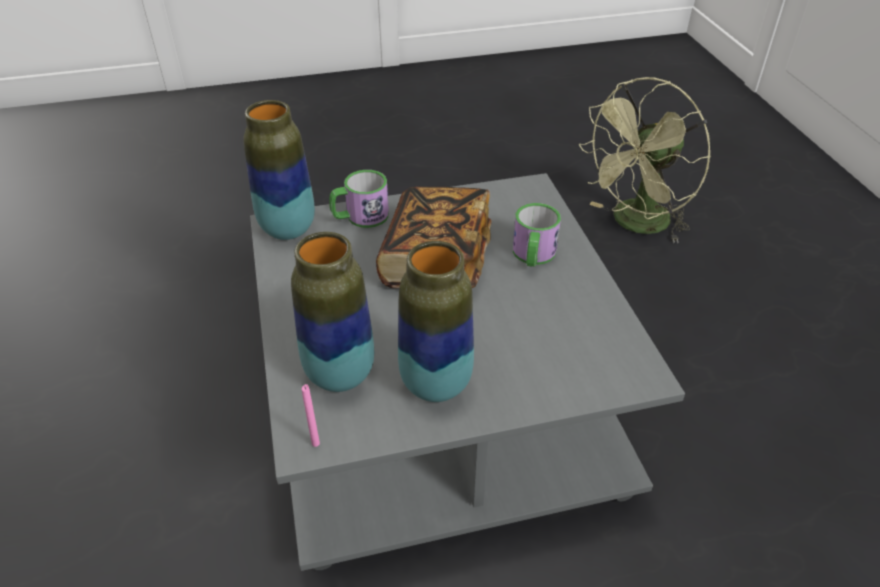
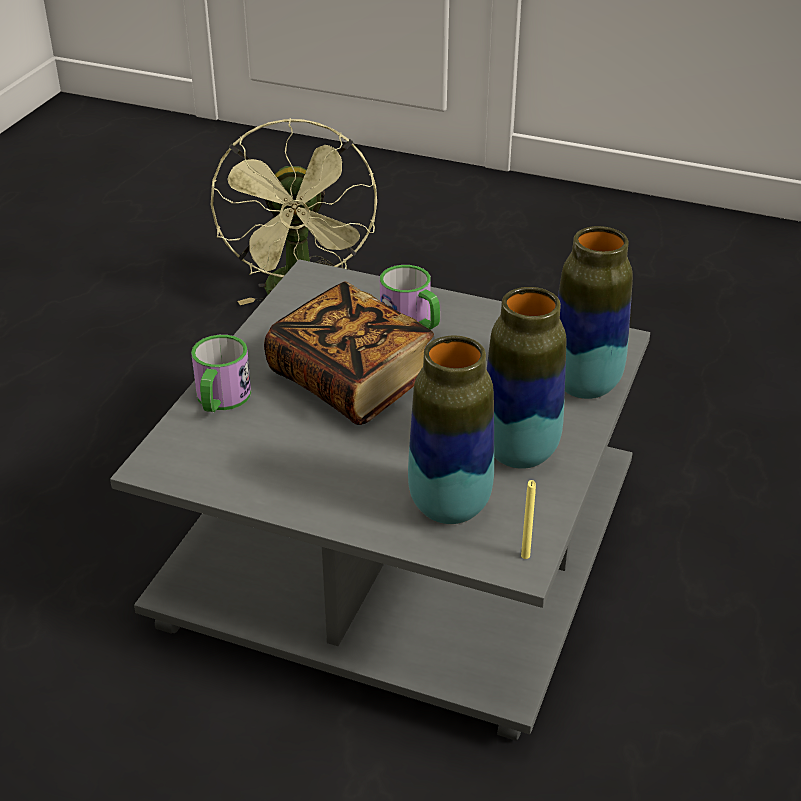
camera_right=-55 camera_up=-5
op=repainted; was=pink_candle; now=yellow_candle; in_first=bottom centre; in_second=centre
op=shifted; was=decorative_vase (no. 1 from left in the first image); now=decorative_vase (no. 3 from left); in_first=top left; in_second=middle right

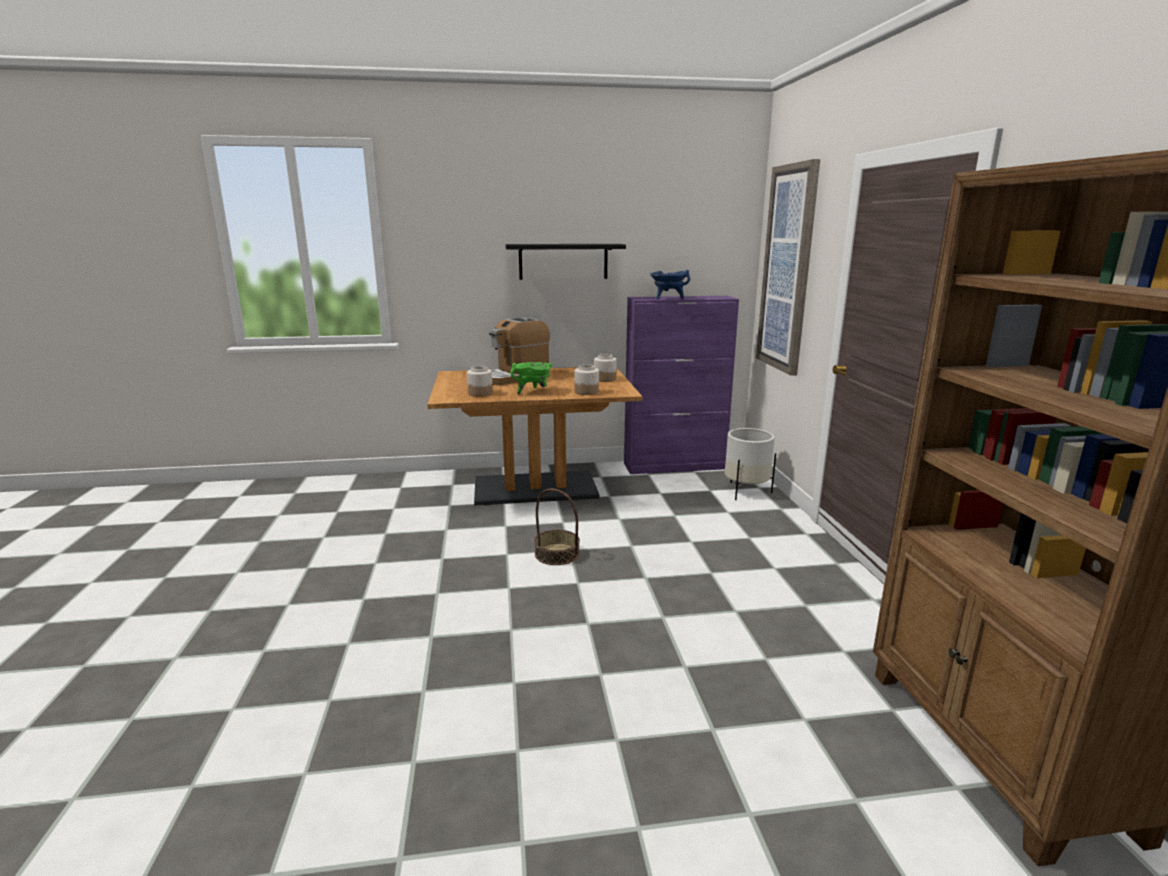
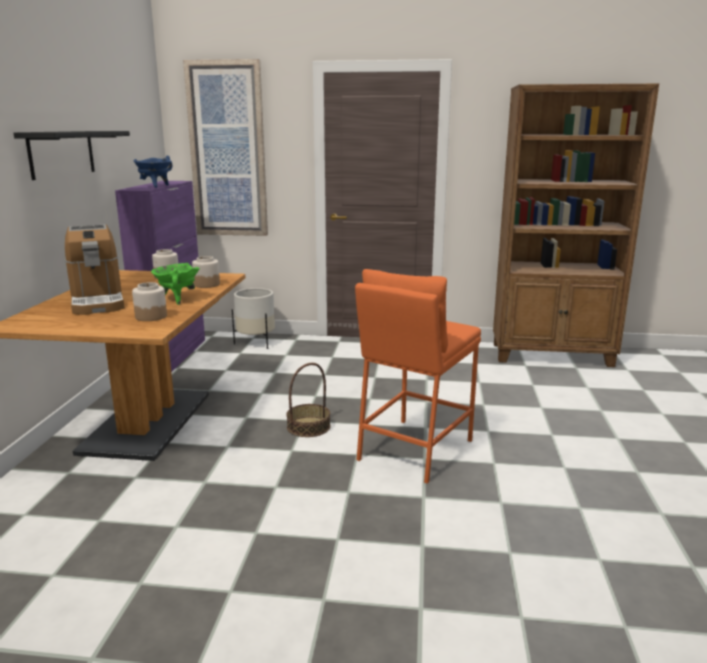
camera_right=-75 camera_up=0
op=new; now=orangey_sitting_stool; in_second=centre

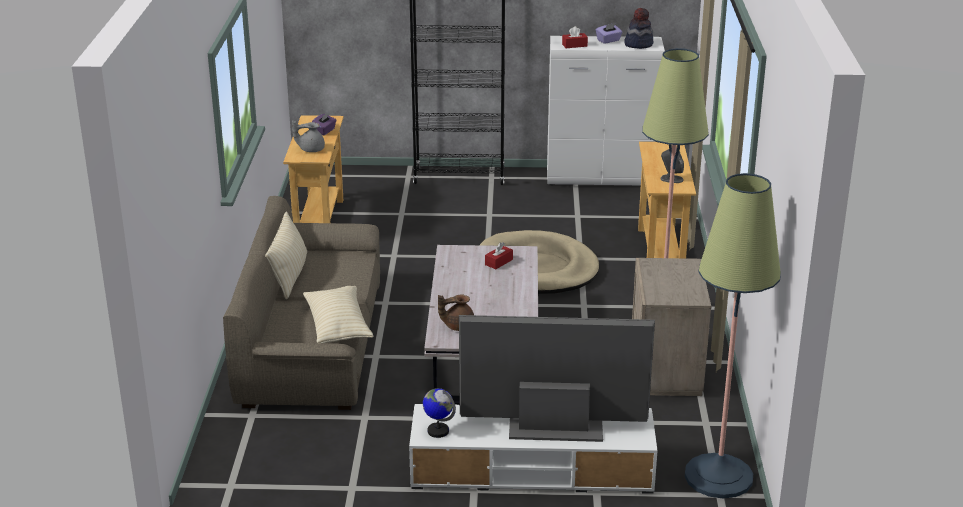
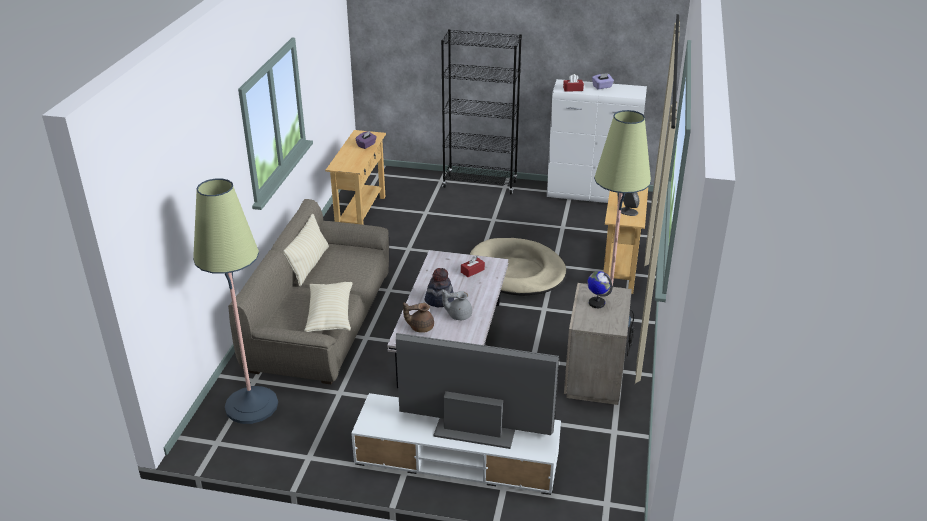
camera_right=10 camera_up=5
op=shifted; was=floor_lamp (no. 2 from left in the first image); now=floor_lamp (no. 1 from left); in_first=middle right; in_second=middle left
op=shifted; was=wearable_hat; in_first=top centre; in_second=centre
op=shifted; was=grey_tea_pot; in_first=top left; in_second=centre
op=shifted; was=globe; in_first=bottom centre; in_second=centre

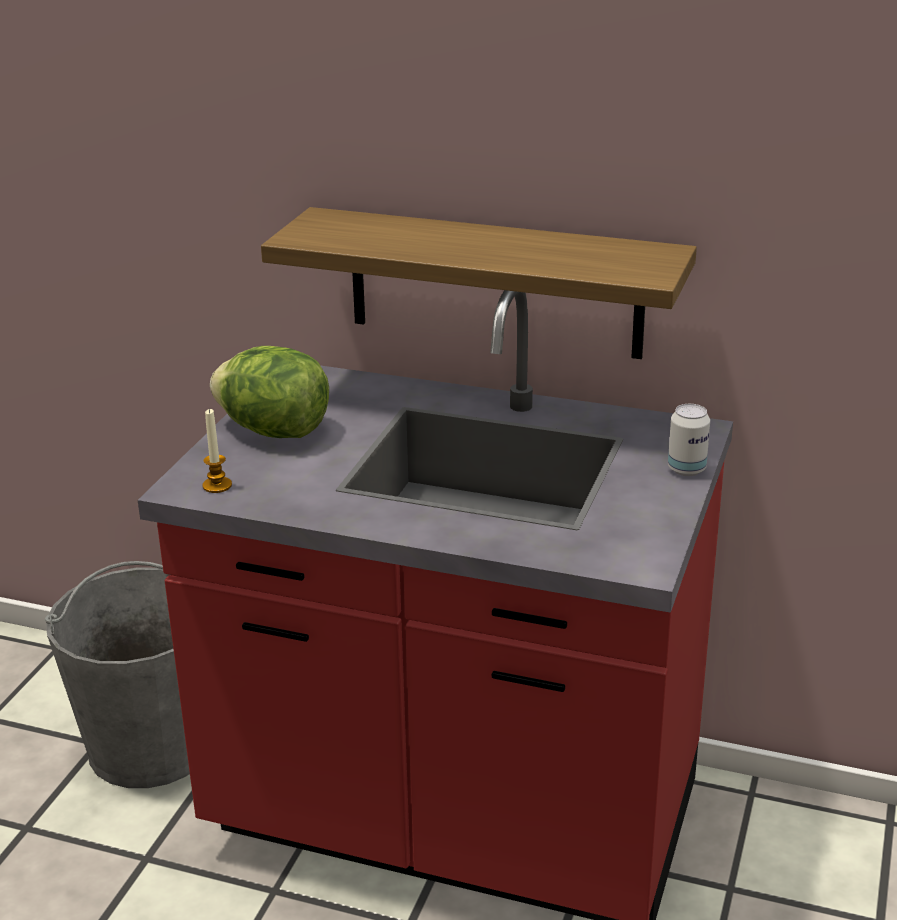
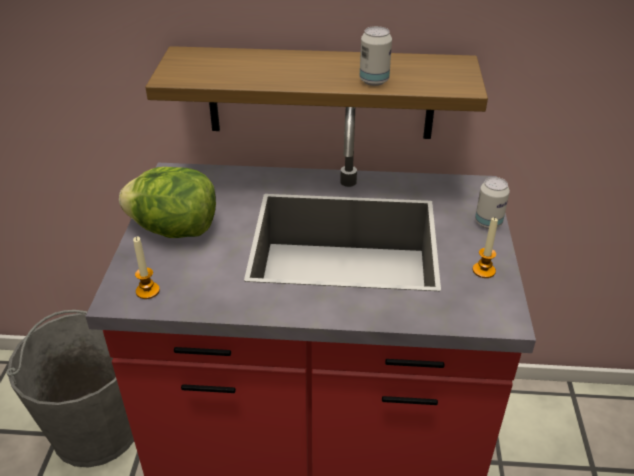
camera_right=-15 camera_up=10
op=new; now=can (no. 1 from left); in_second=top centre
op=new; now=candle (no. 2 from left); in_second=middle right

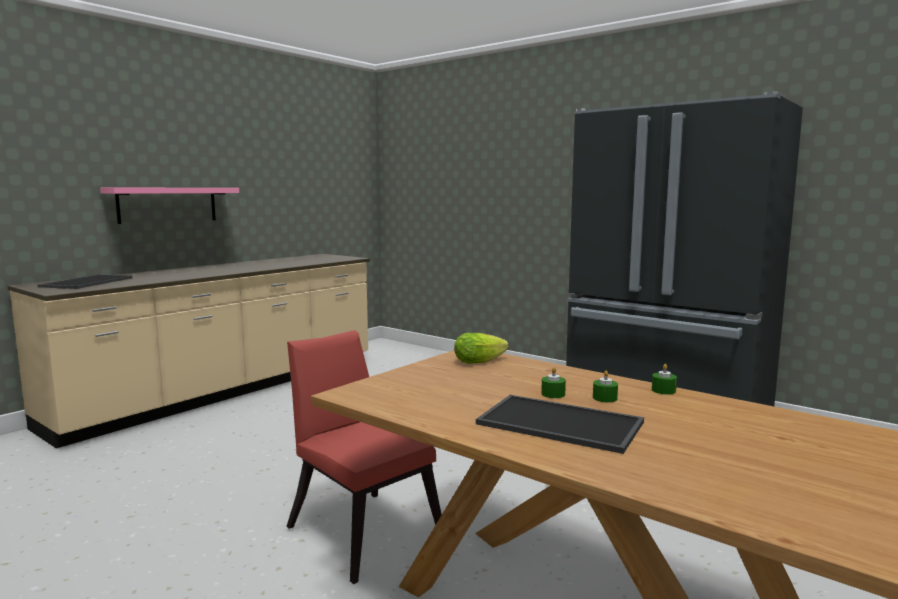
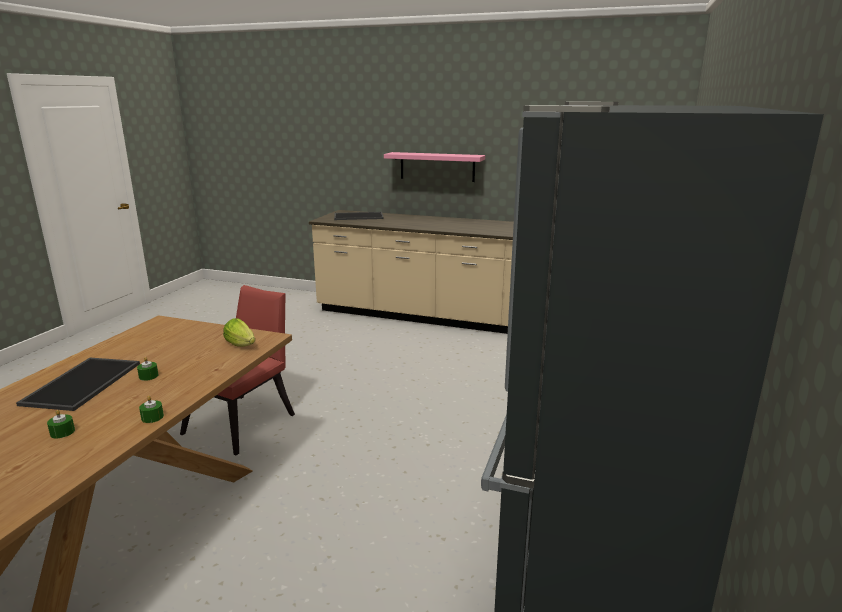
camera_right=70 camera_up=10
op=shifted; was=greenish_candle (no. 2 from left in the first image); now=greenish_candle (no. 1 from left); in_first=middle right; in_second=bottom left

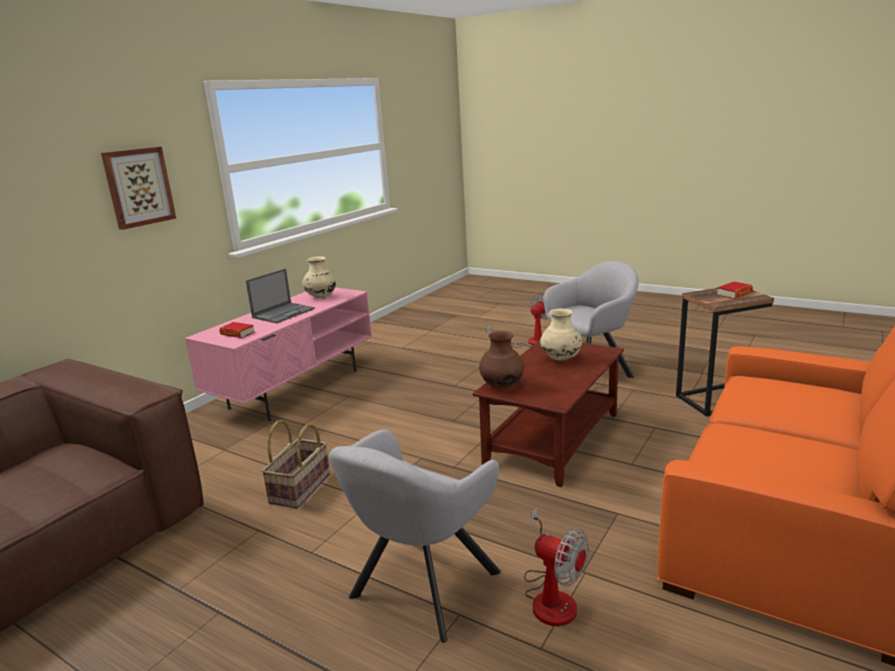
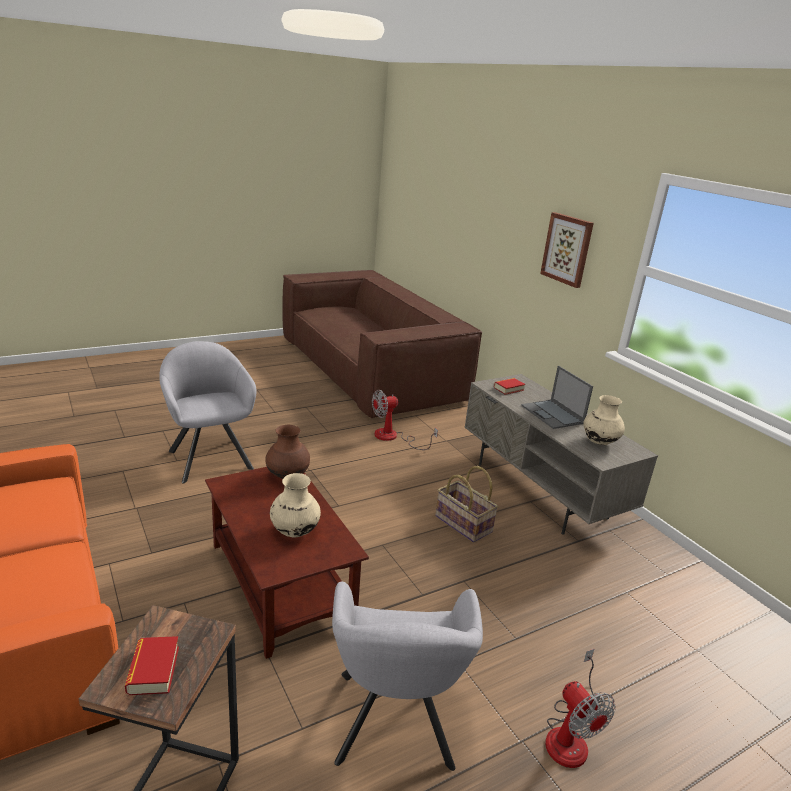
camera_right=115 camera_up=5
op=shifted; was=electric_fan (no. 2 from left in the first image); now=electric_fan (no. 1 from left); in_first=bottom centre; in_second=centre
op=shifted; was=household_basket; in_first=bottom left; in_second=centre
op=repainted; was=pink_tv_stand; now=grey_tv_stand; in_first=middle left; in_second=middle right

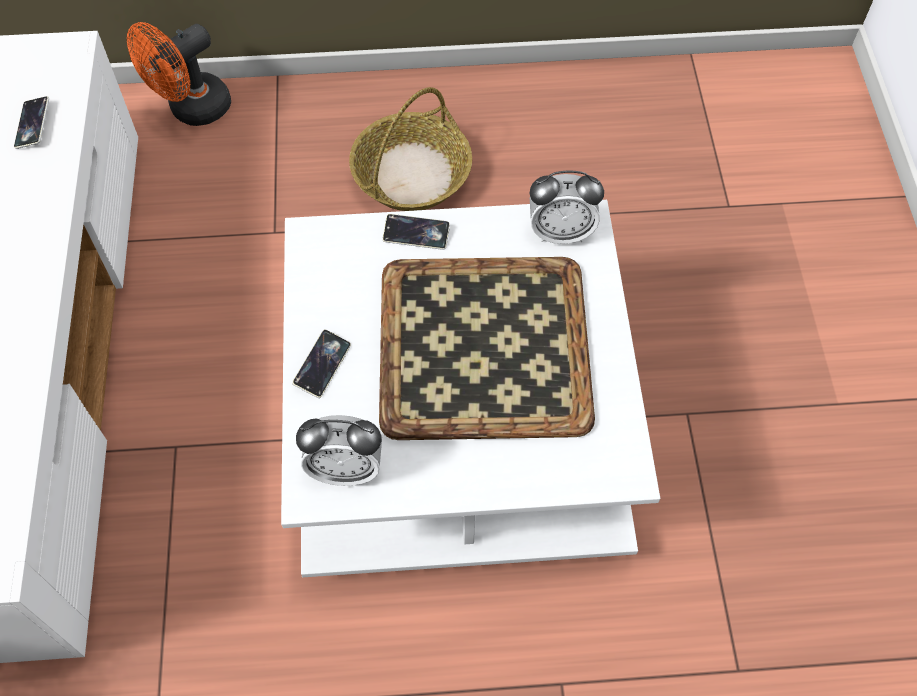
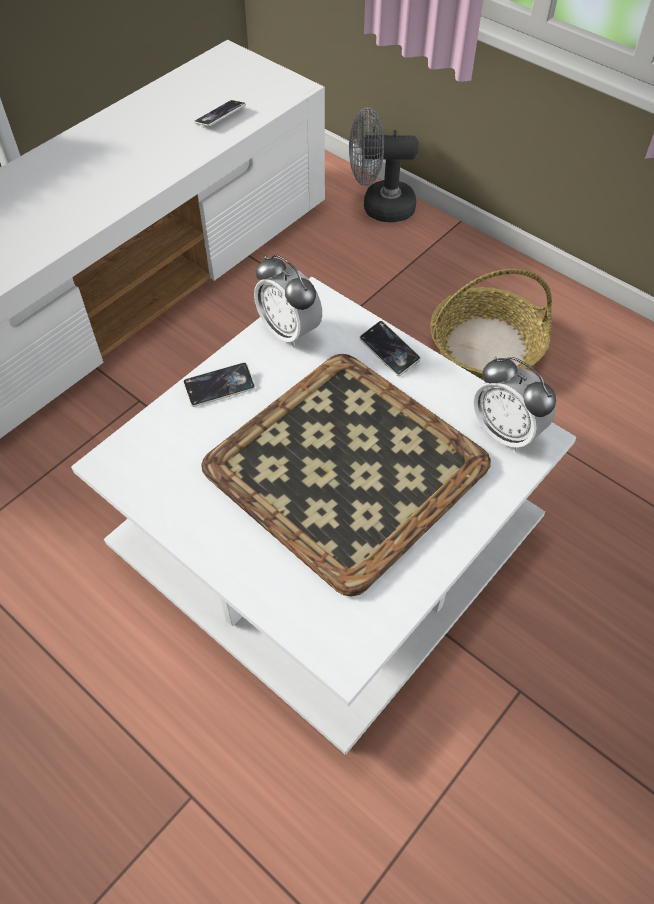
camera_right=45 camera_up=-5
op=shifted; was=alarm_clock (no. 1 from left); in_first=centre; in_second=top centre
op=repainted; was=orangey_electric_fan; now=grey_electric_fan; in_first=top left; in_second=top centre

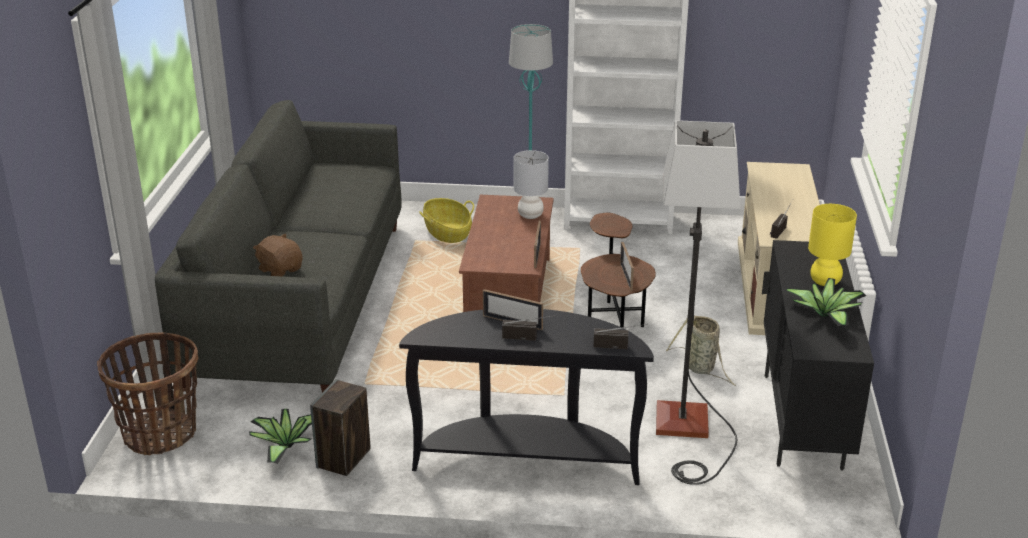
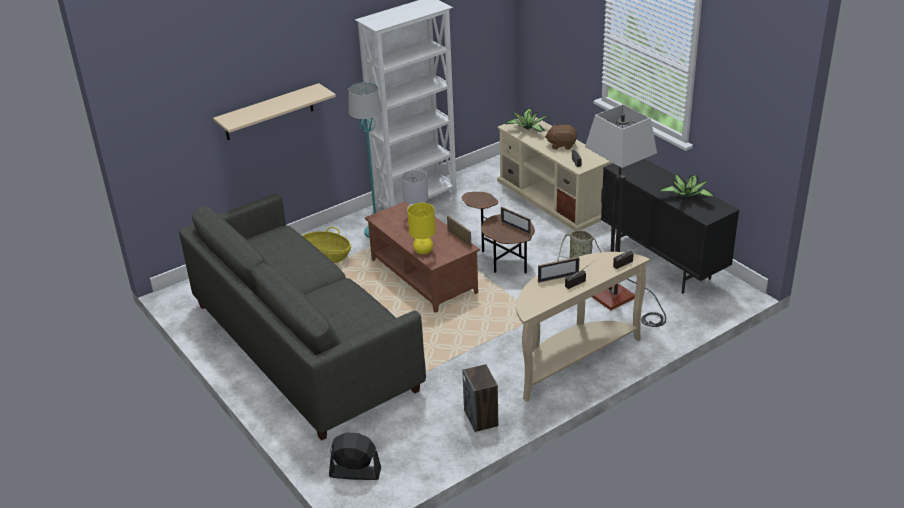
camera_right=-40 camera_up=5
op=new; now=beige_shelf; in_second=top left
op=swapped; was=household_basket (no. 1 from left); now=black-coloured_electric_fan; in_first=bottom left; in_second=bottom centre
op=shifted; was=yellow_tabletop_lamp; in_first=middle right; in_second=centre
op=shifted; was=potted_plant (no. 1 from left); in_first=bottom left; in_second=top centre
op=repainted; was=black-coloured_narrow_table; now=beige_narrow_table; in_first=bottom centre; in_second=centre
op=shifted; was=brown_plush_toy; in_first=middle left; in_second=top centre

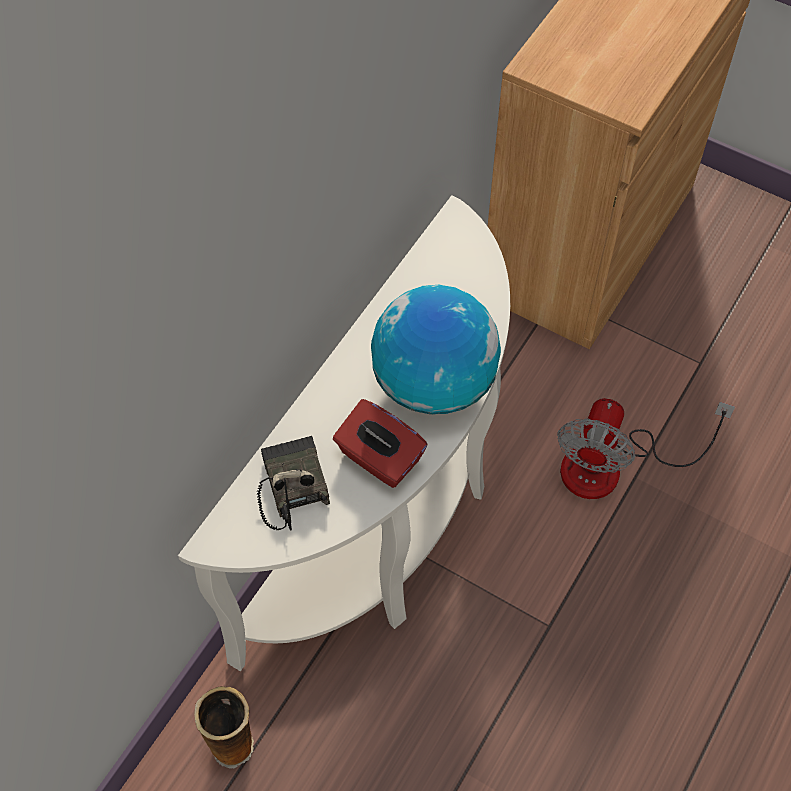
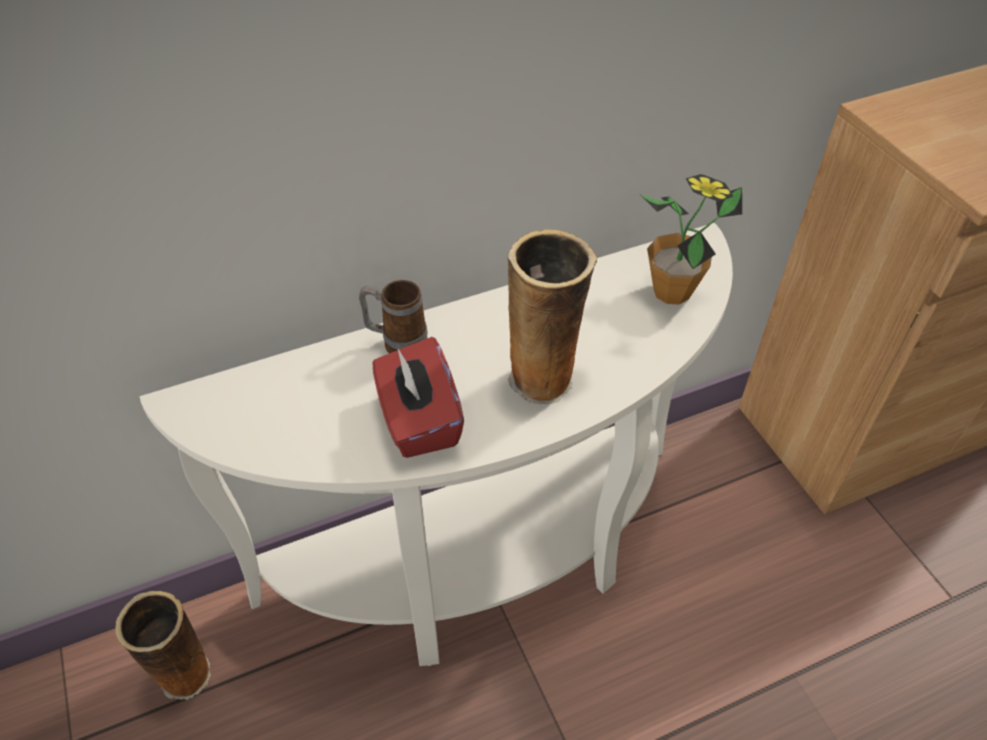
camera_right=35 camera_up=-10
op=new; now=mug; in_second=centre
op=swapped; was=globe; now=decorative_vase (no. 2 from left); in_first=centre; in_second=centre
op=new; now=potted_plant; in_second=top right
op=gone; was=radio_receiver; in_first=centre
op=gone; was=electric_fan; in_first=middle right

